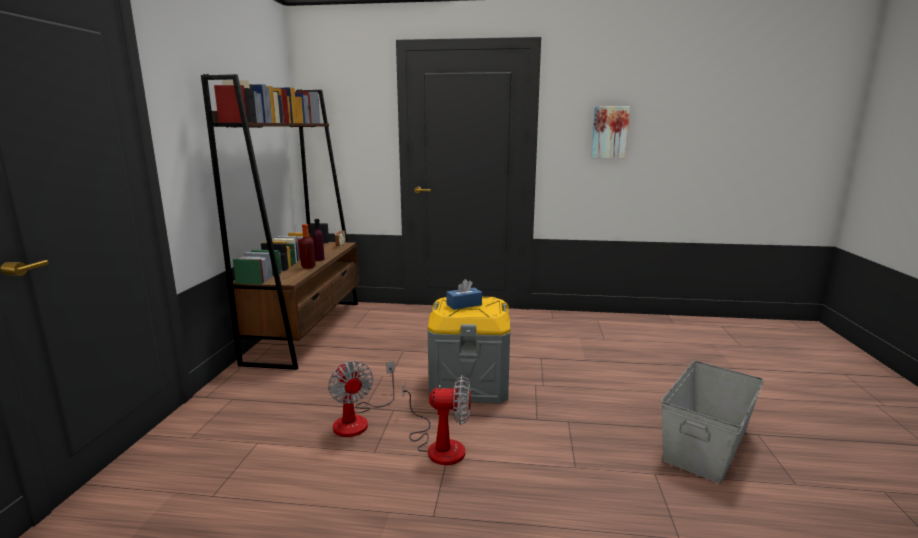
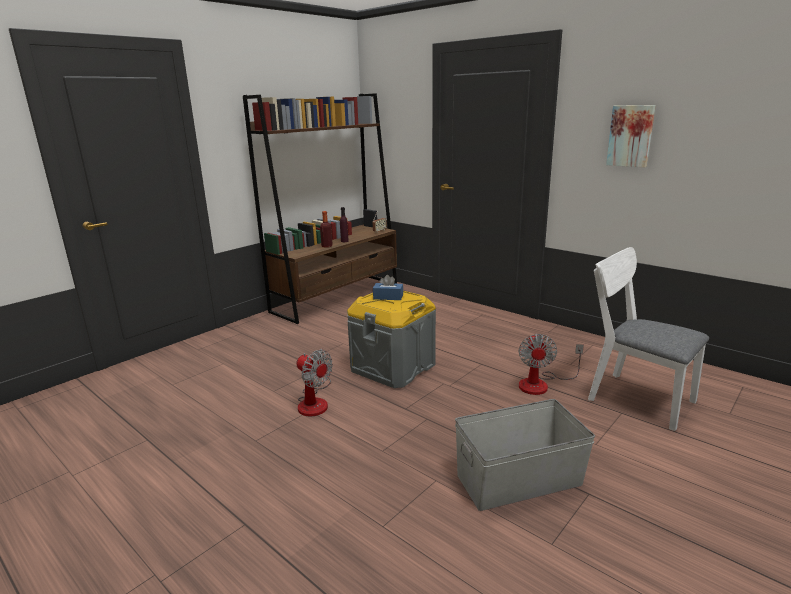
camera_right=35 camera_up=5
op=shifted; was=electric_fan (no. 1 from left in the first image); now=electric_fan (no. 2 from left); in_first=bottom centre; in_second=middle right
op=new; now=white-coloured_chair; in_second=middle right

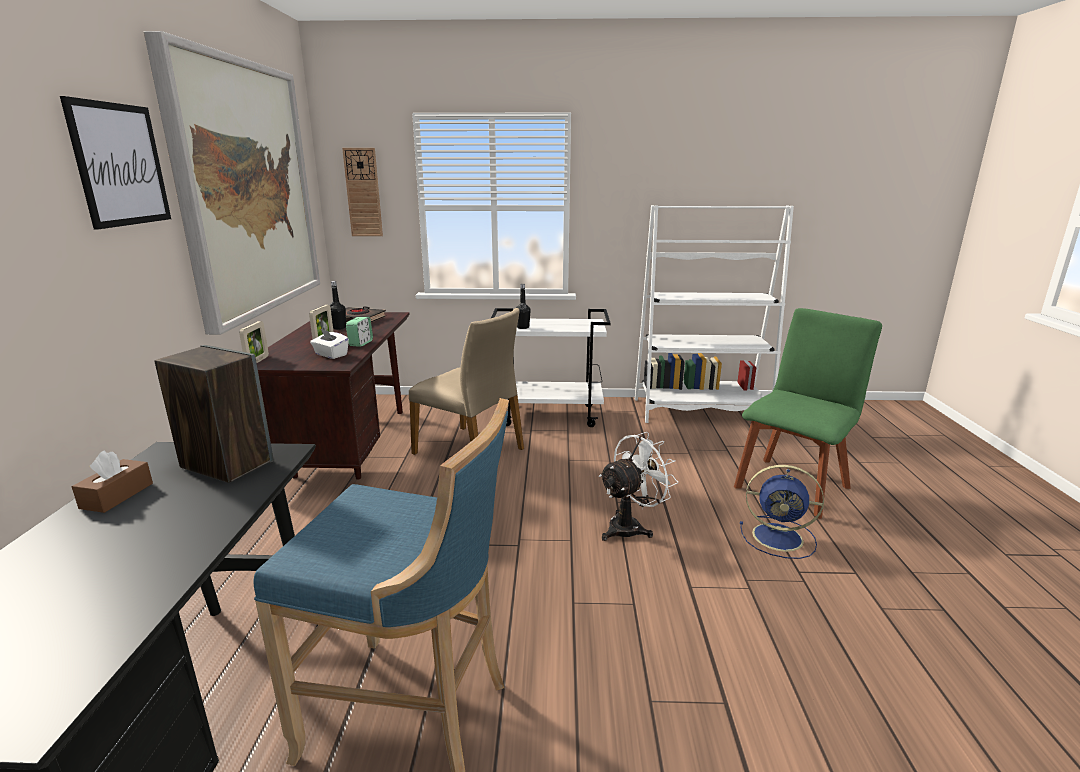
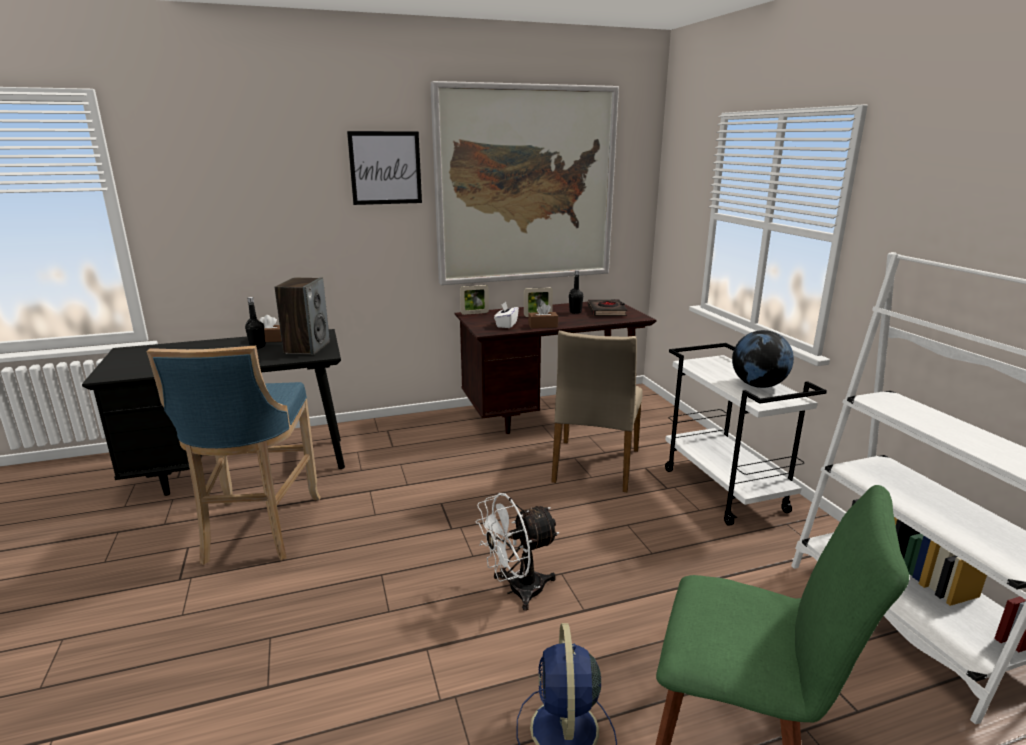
camera_right=70 camera_up=0
op=shifted; was=black-coloured_beverage_bottle (no. 2 from left in the first image); now=black-coloured_beverage_bottle (no. 1 from left); in_first=centre; in_second=middle left
op=rotated; was=white-coloured_electric_fan; in_first=centre; in_second=bottom centre; clockwise=120
op=swapped; was=alarm_clock; now=brown_box_of_tissues (no. 2 from left); in_first=middle left; in_second=centre
op=new; now=globe; in_second=middle right
op=gone; was=wall_clock; in_first=top centre

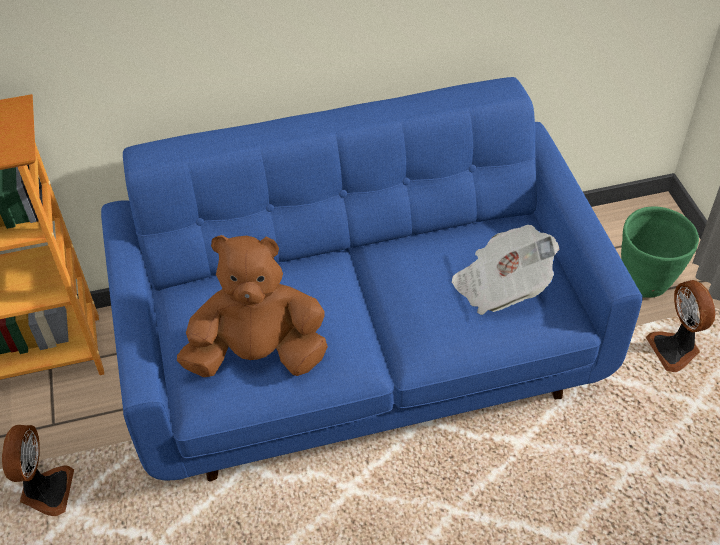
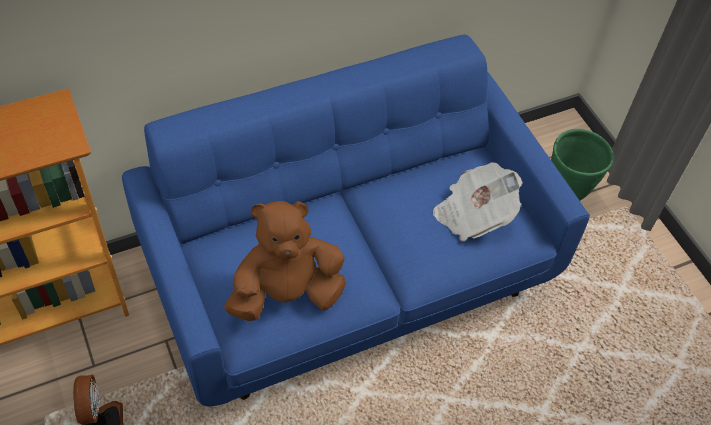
camera_right=-15 camera_up=5
op=gone; was=electric_fan (no. 2 from left); in_first=middle right

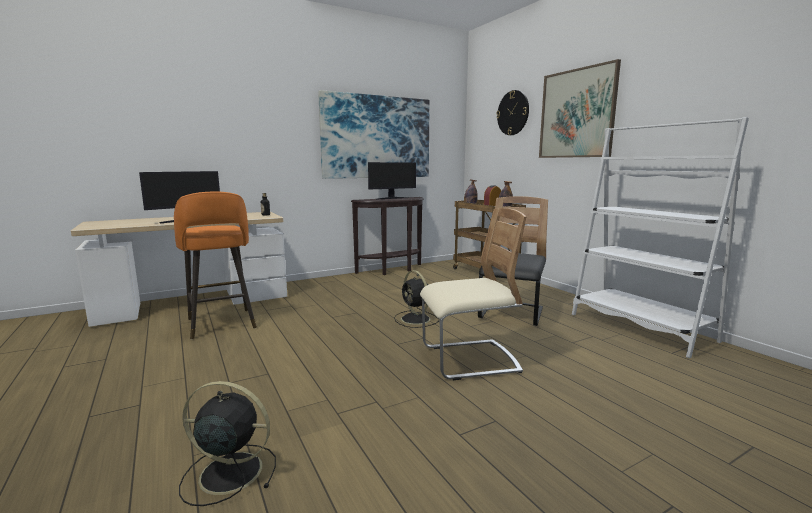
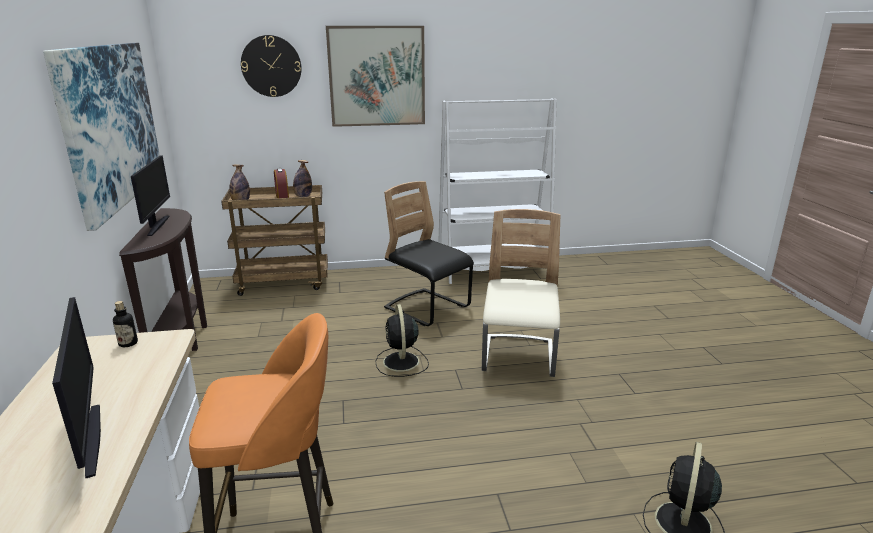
camera_right=-70 camera_up=10
op=rotated; was=black-coloured_electric_fan (no. 2 from left in the first image); in_first=centre; in_second=centre; clockwise=90

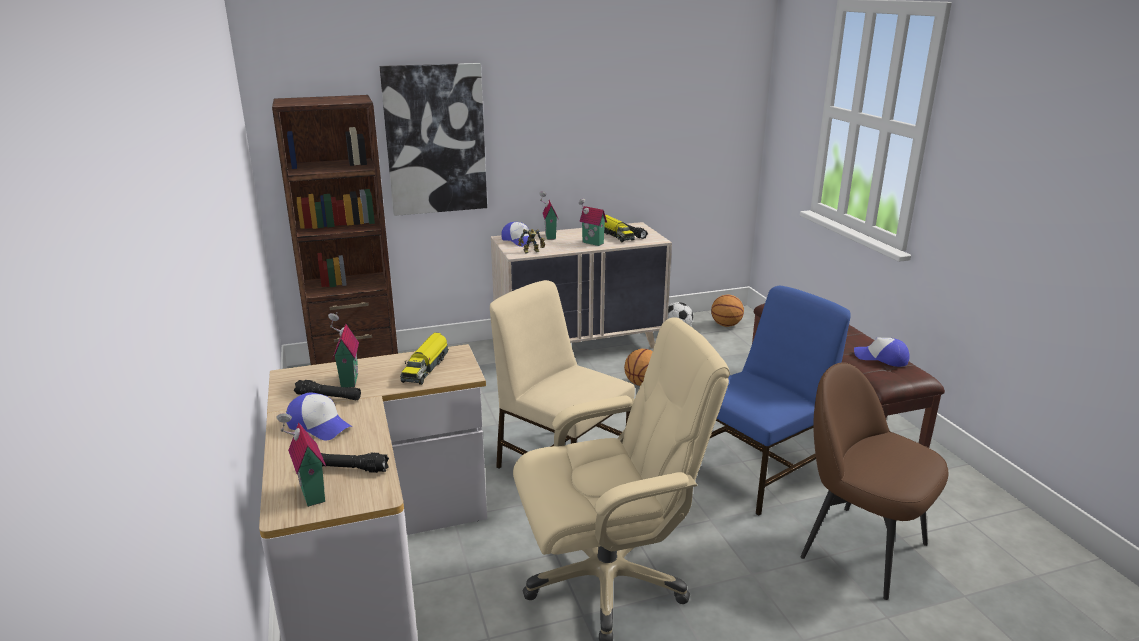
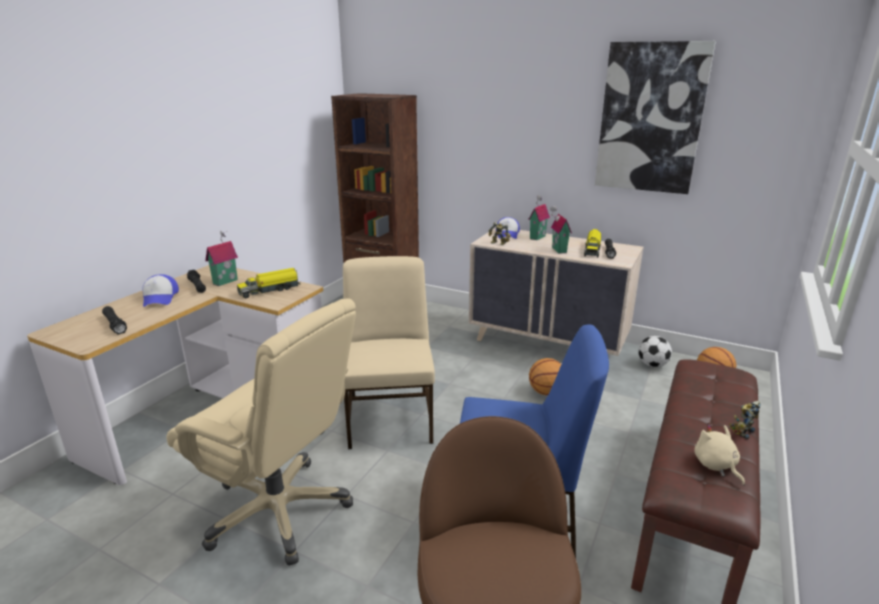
camera_right=45 camera_up=0
op=shifted; was=picture; in_first=top centre; in_second=top right
op=swapped; was=cap (no. 3 from left); now=beige_plush_toy; in_first=middle right; in_second=bottom right
op=new; now=toy_robot (no. 2 from left); in_second=bottom right
op=gone; was=model_house (no. 1 from left); in_first=bottom left

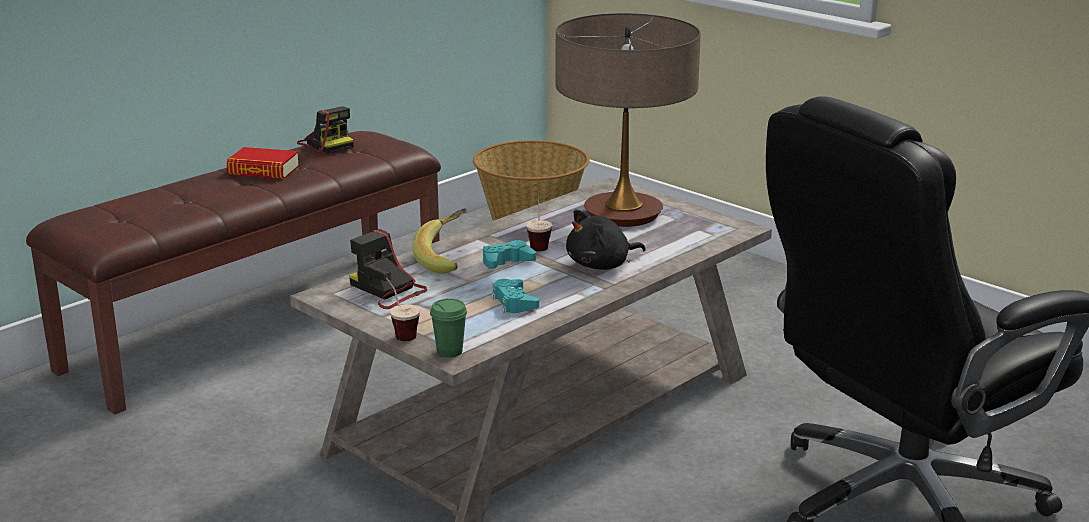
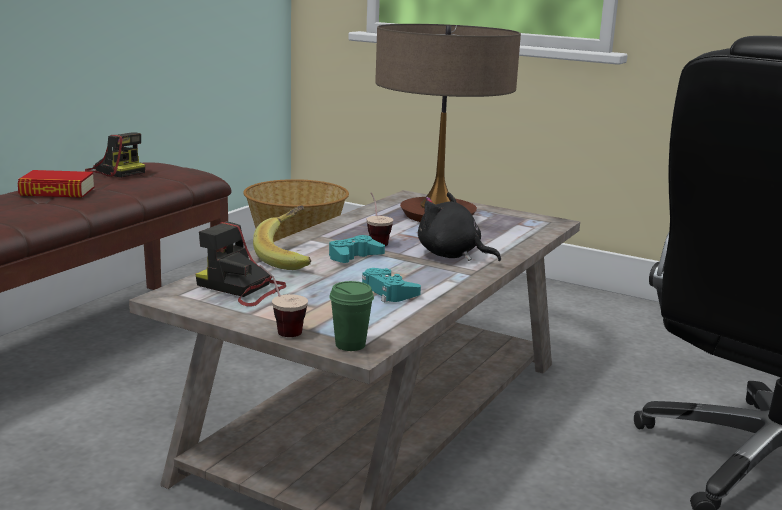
camera_right=-15 camera_up=-5
op=rotated; was=black-coloured_plush_toy; in_first=centre; in_second=centre; clockwise=75

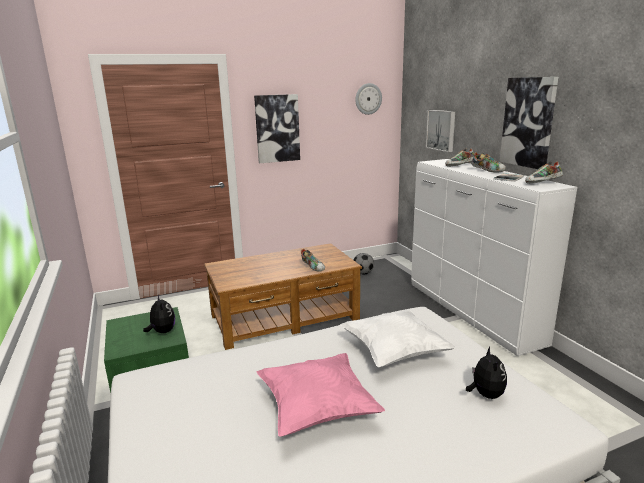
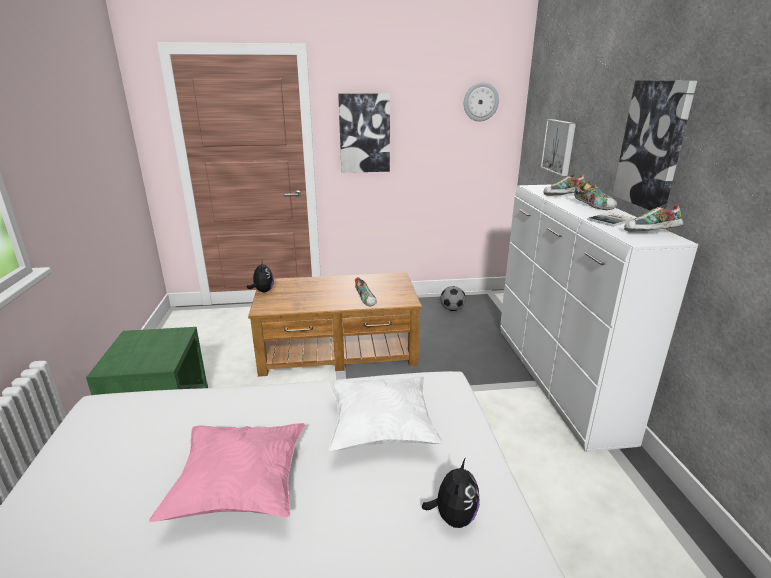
camera_right=15 camera_up=5
op=shifted; was=plush_toy (no. 1 from left); in_first=middle left; in_second=centre

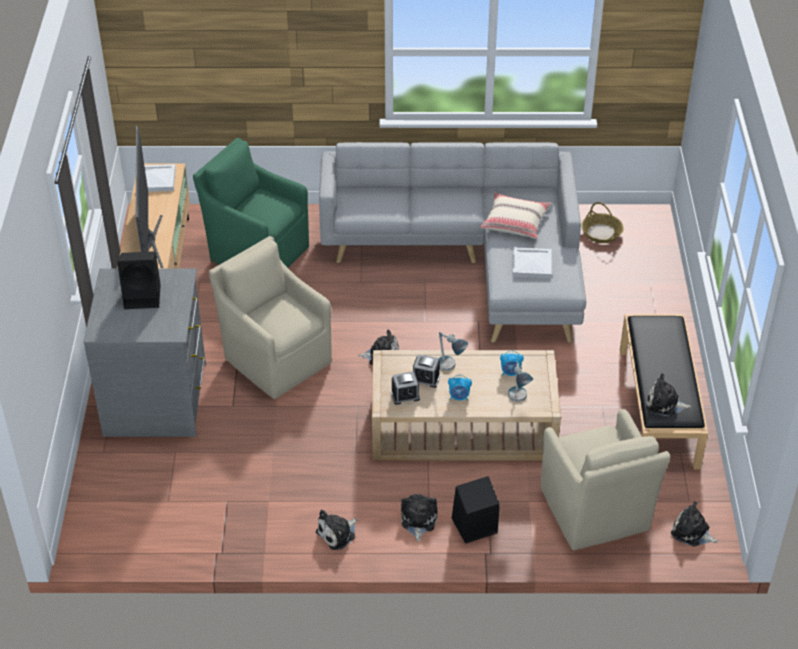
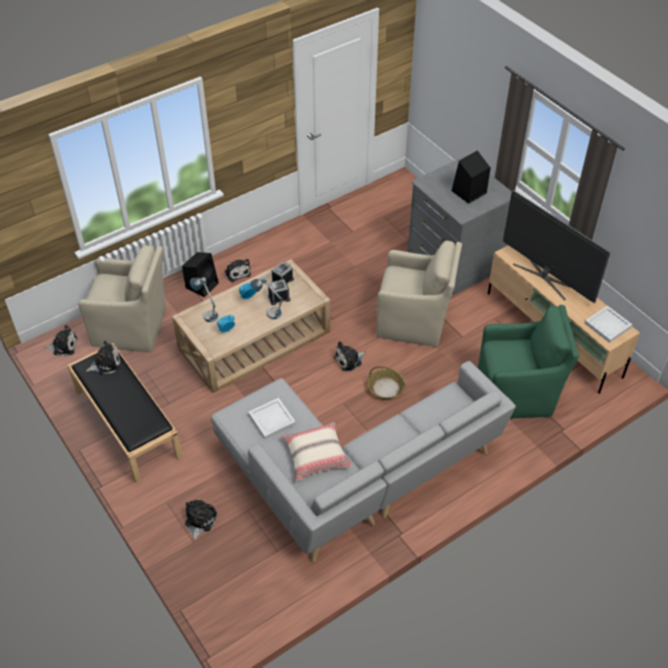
camera_right=145 camera_up=5
op=rotated; was=beige_easy_chair (no. 2 from left in the first image); in_first=bottom right; in_second=middle left; clockwise=150
op=shifted; was=plush_toy (no. 1 from left in the first image); now=plush_toy (no. 3 from left); in_first=bottom centre; in_second=bottom left
op=shifted; was=household_basket; in_first=middle right; in_second=centre

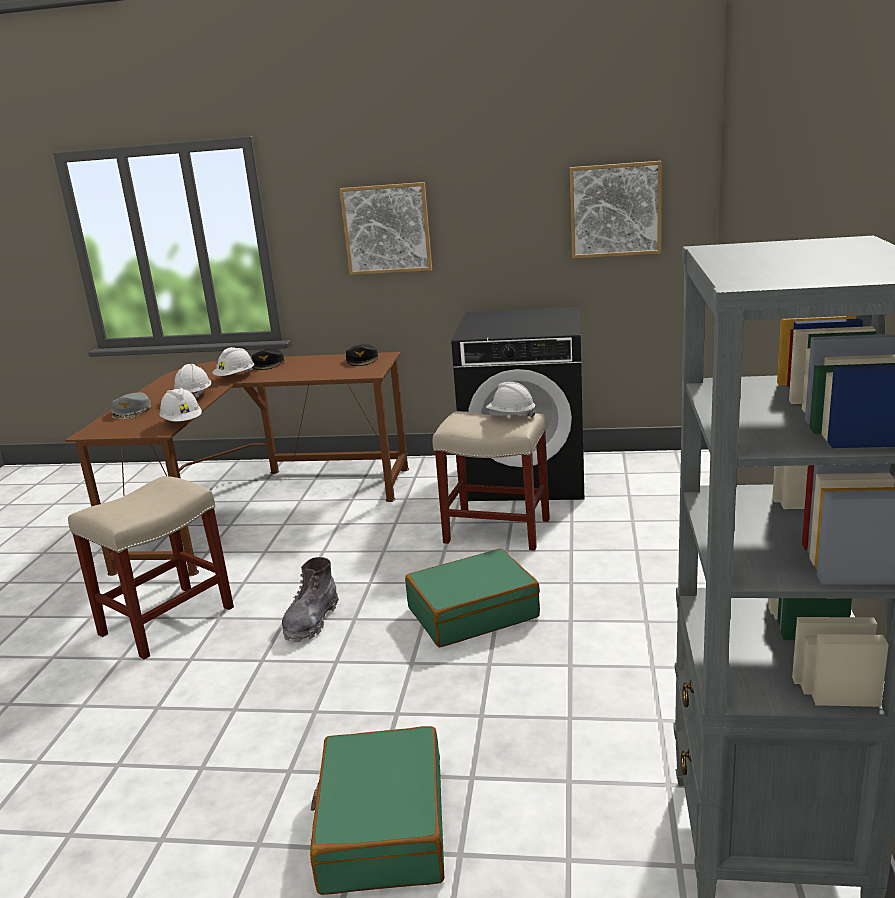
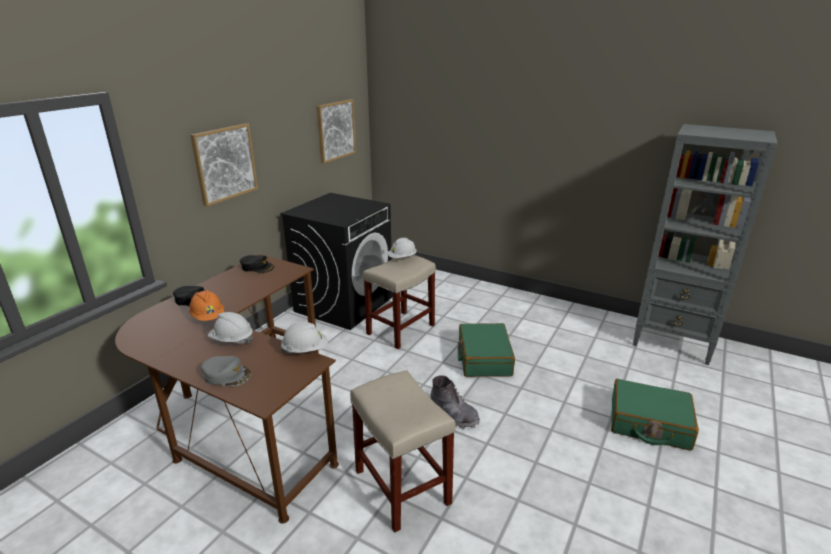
camera_right=-70 camera_up=5
op=repainted; was=white-coloured_safety_helmet (no. 3 from left); now=orangey_safety_helmet; in_first=middle left; in_second=middle left

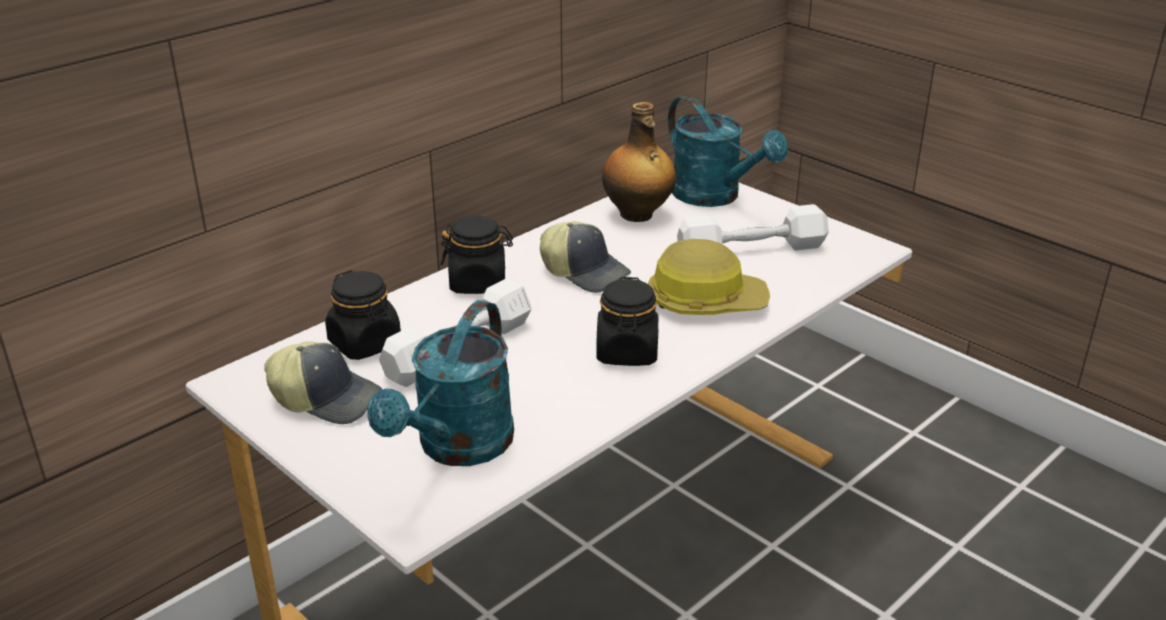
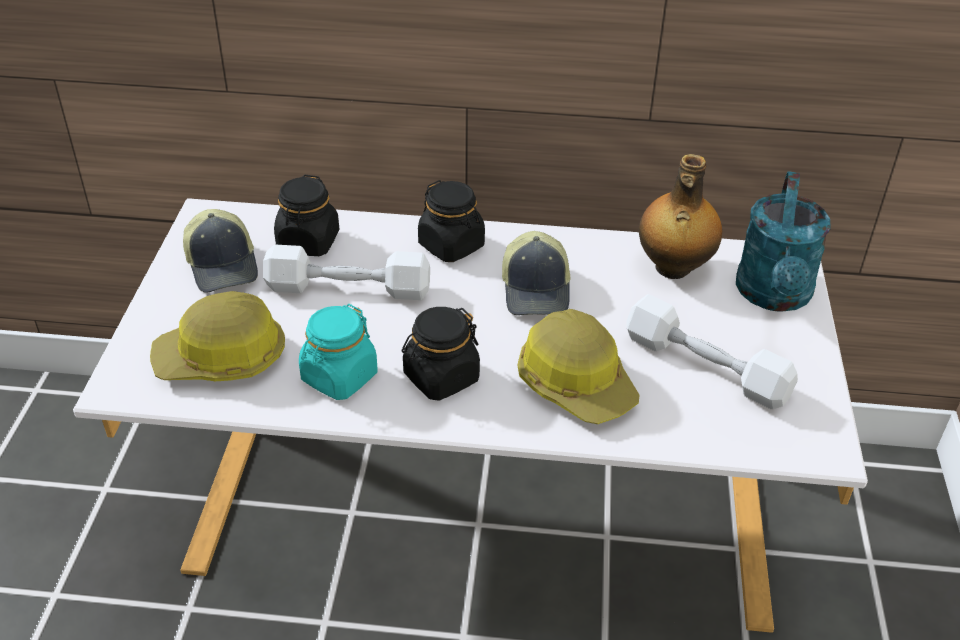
camera_right=50 camera_up=10
op=swapped; was=turquoise-coloured_sprinkling_can (no. 1 from left); now=safety_helmet (no. 1 from left); in_first=centre; in_second=middle left
op=new; now=turquoise-coloured_preserve_jar; in_second=centre

